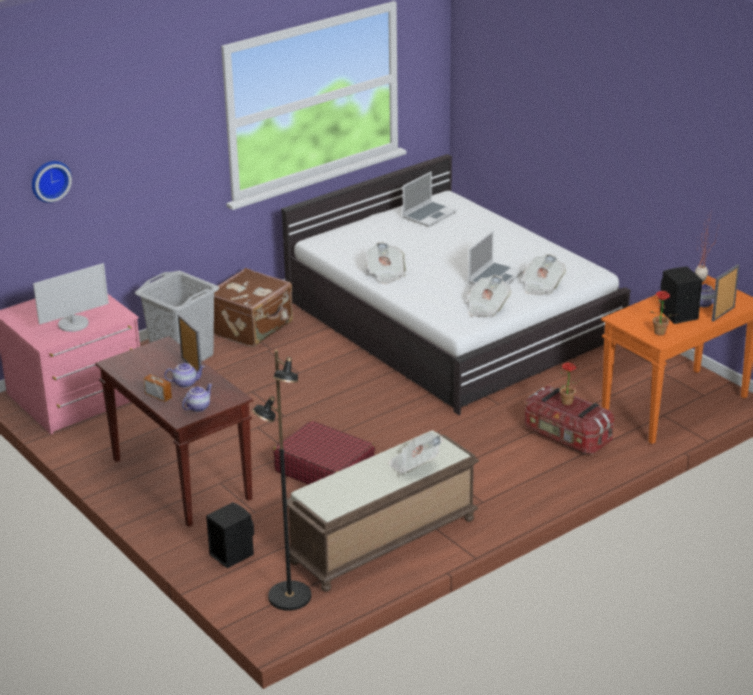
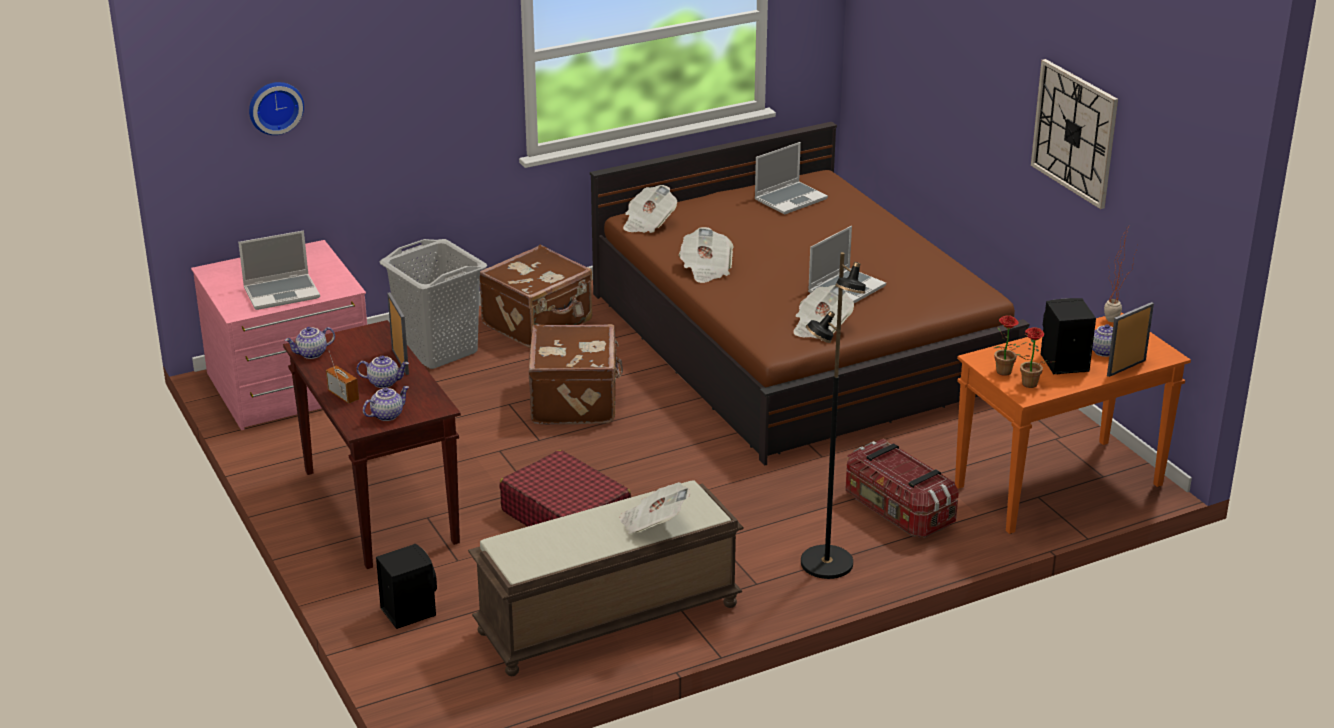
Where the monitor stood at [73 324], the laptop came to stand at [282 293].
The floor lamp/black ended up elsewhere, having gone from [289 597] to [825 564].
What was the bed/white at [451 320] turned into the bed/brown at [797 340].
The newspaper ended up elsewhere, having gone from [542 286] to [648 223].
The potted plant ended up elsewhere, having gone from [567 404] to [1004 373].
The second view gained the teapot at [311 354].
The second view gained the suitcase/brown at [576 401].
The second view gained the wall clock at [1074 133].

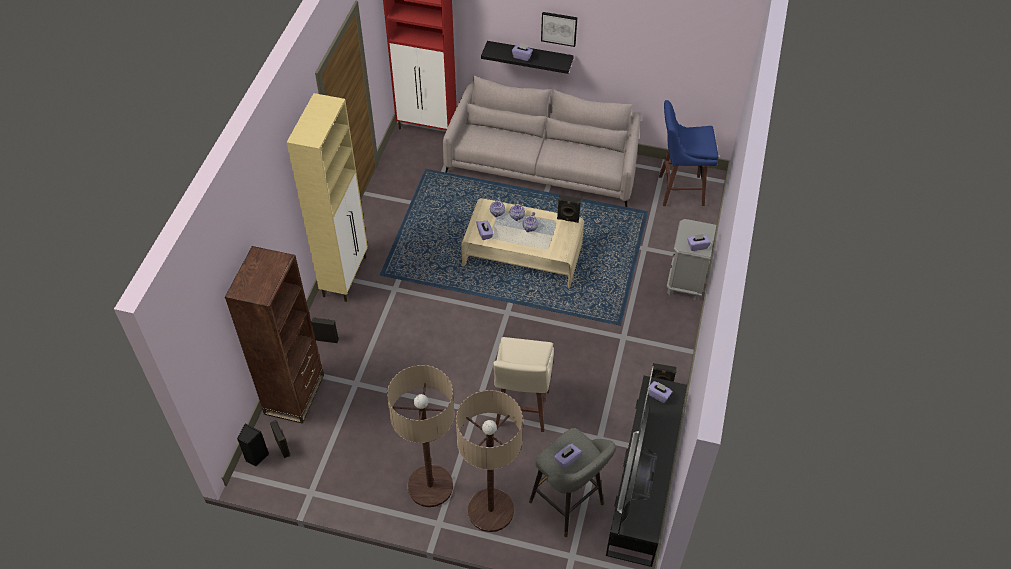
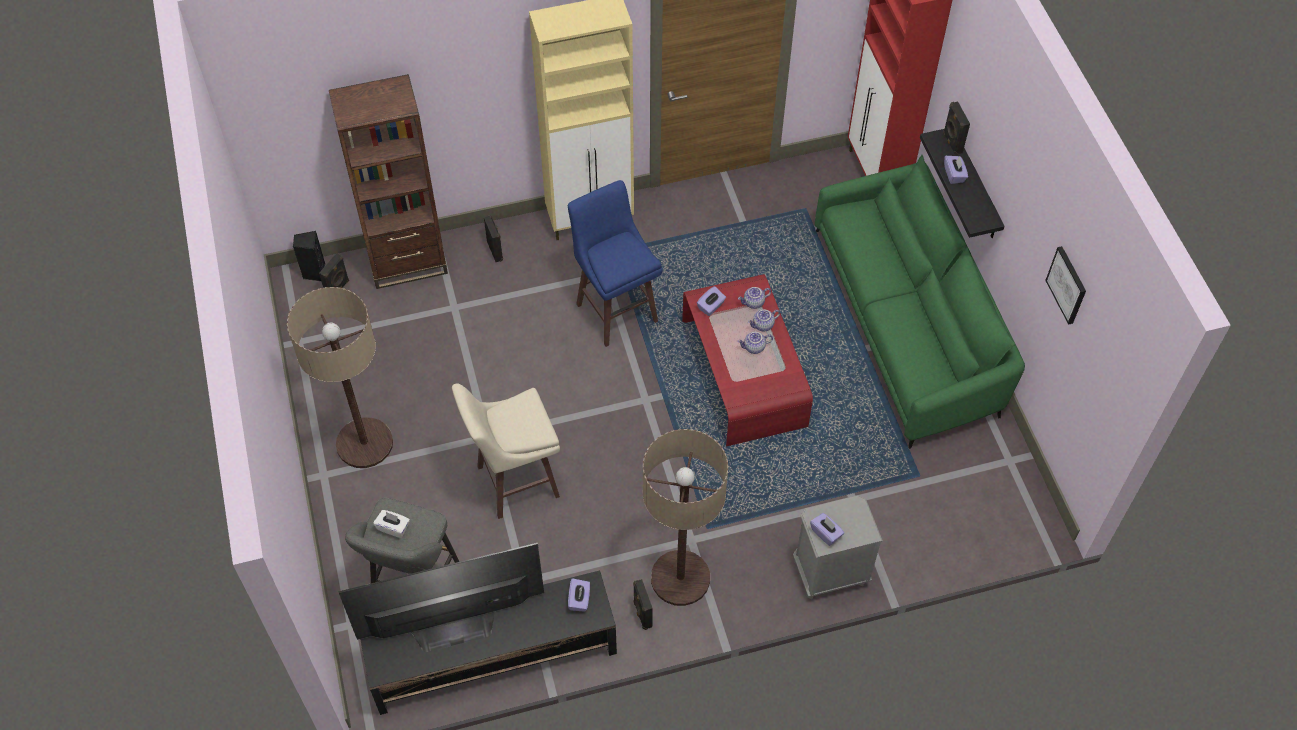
What was the sofa/grey at [543 165] turned into the sofa/green at [908 323].
The floor lamp ended up elsewhere, having gone from [490 510] to [680 578].
What was the coffee table/beige at [522 255] turned into the coffee table/red at [743 373].
The picture ended up elsewhere, having gone from [559 28] to [1067 285].
What was the tissue box/purple at [567 459] turned into the tissue box/white at [393 528].
The speaker/black ended up elsewhere, having gone from [568 219] to [951 143].
The stool/blue ended up elsewhere, having gone from [679 190] to [616 310].

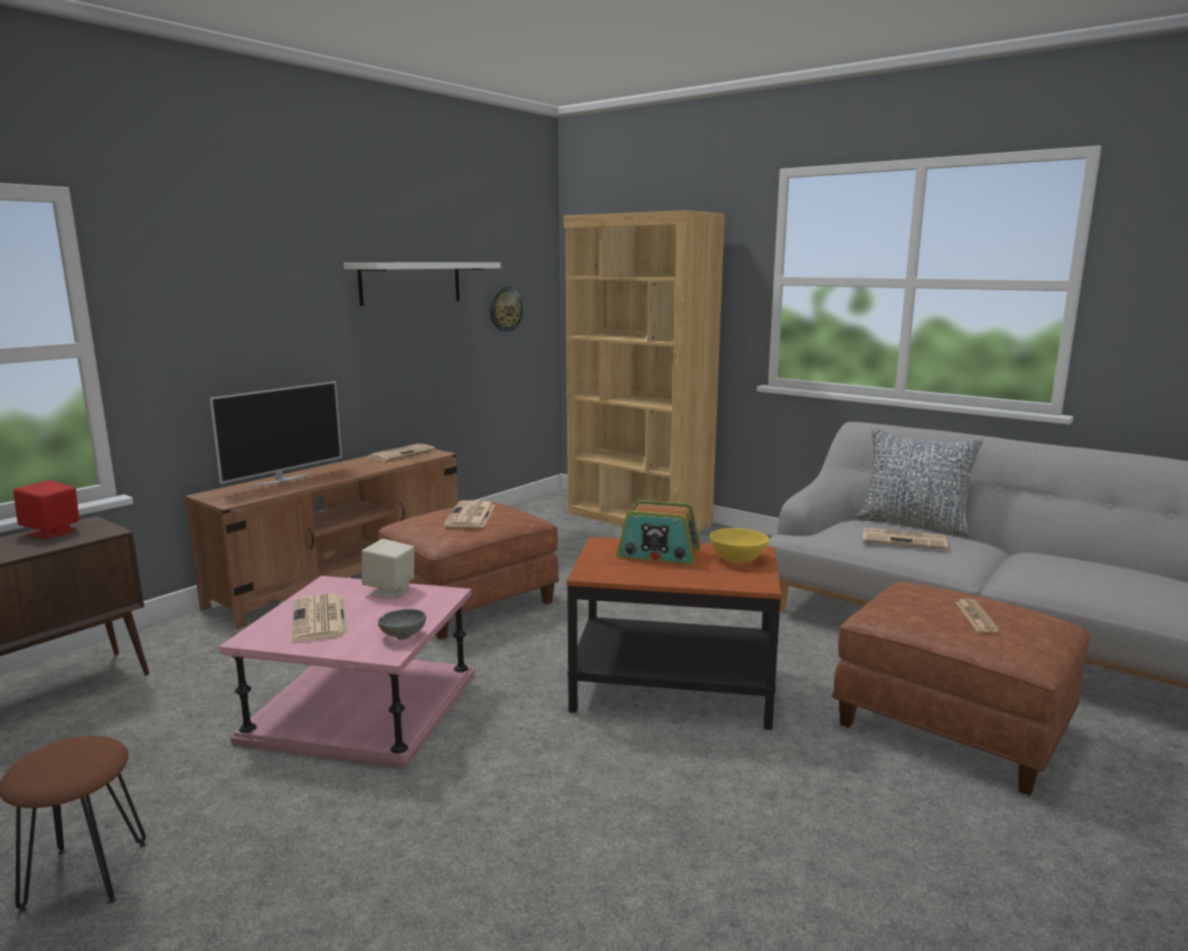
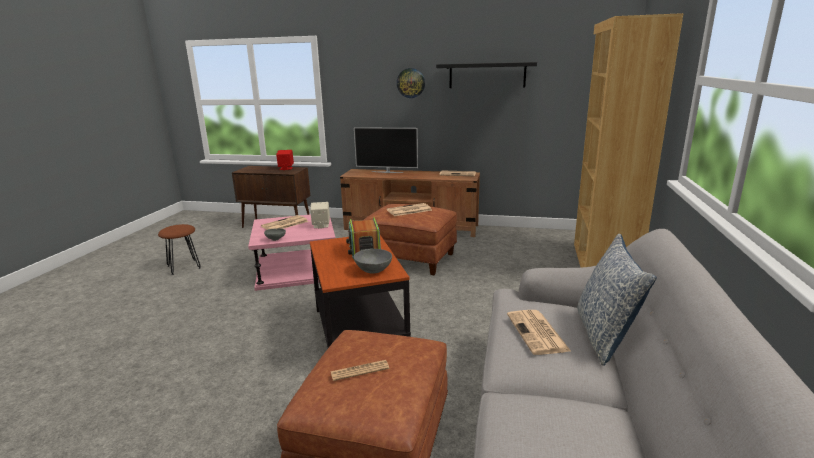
What was the shelf/white at [411 283] turned into the shelf/black at [487 75].
The wall clock ended up elsewhere, having gone from [505 309] to [411 83].
What was the bowl/yellow at [738 559] turned into the bowl/grey at [373 270].

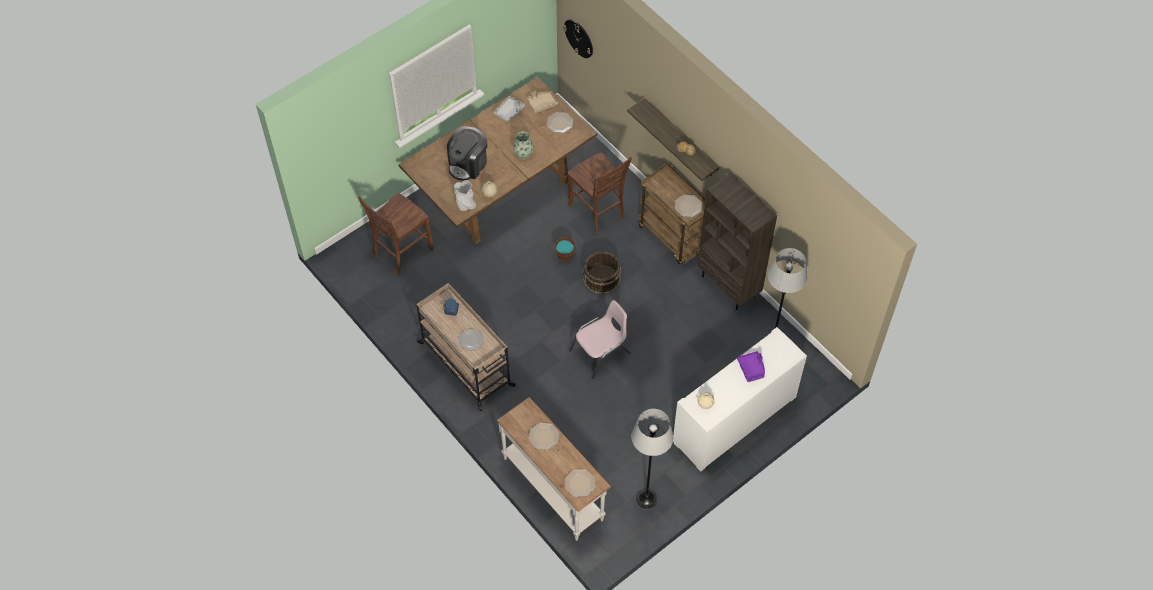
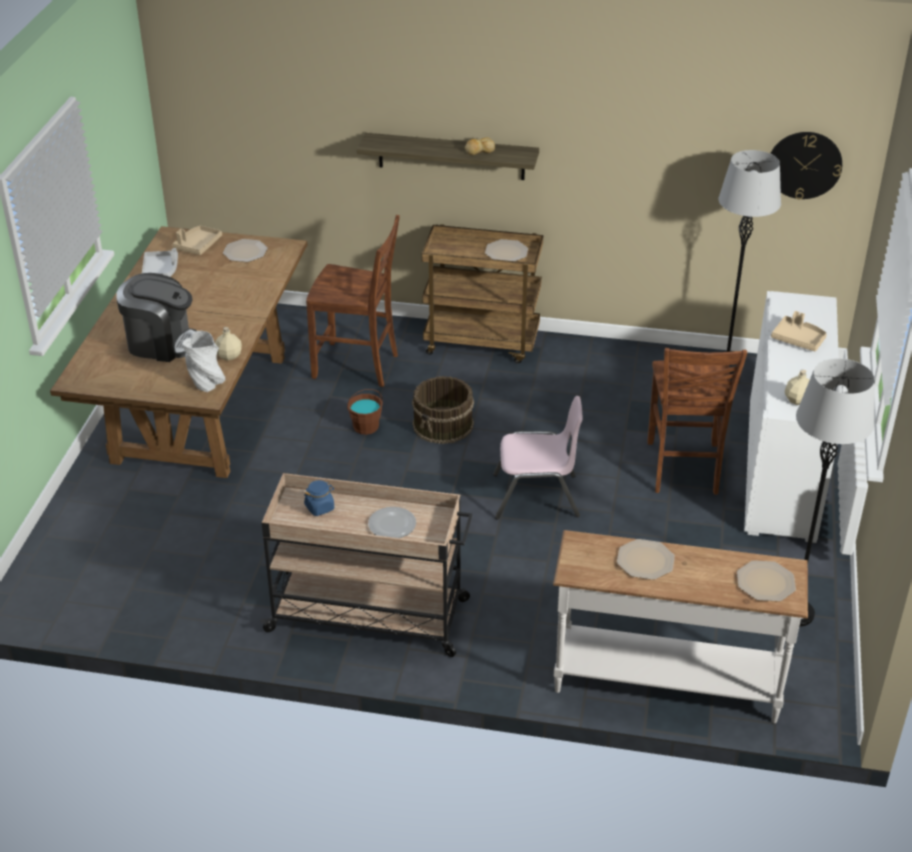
The chair/brown ended up elsewhere, having gone from [401 252] to [683 469].
The coffee machine at [468 164] ended up facing another way, 75 degrees counterclockwise from before.
The second view lost the vase at [523 153].
The wall clock ended up elsewhere, having gone from [579 38] to [804 165].
The chair/pink at [600 352] ended up facing another way, 75 degrees clockwise from before.
The second view lost the bookcase/brown at [729 286].
What was the tray/purple at [752 368] turned into the tray/beige at [798 339].

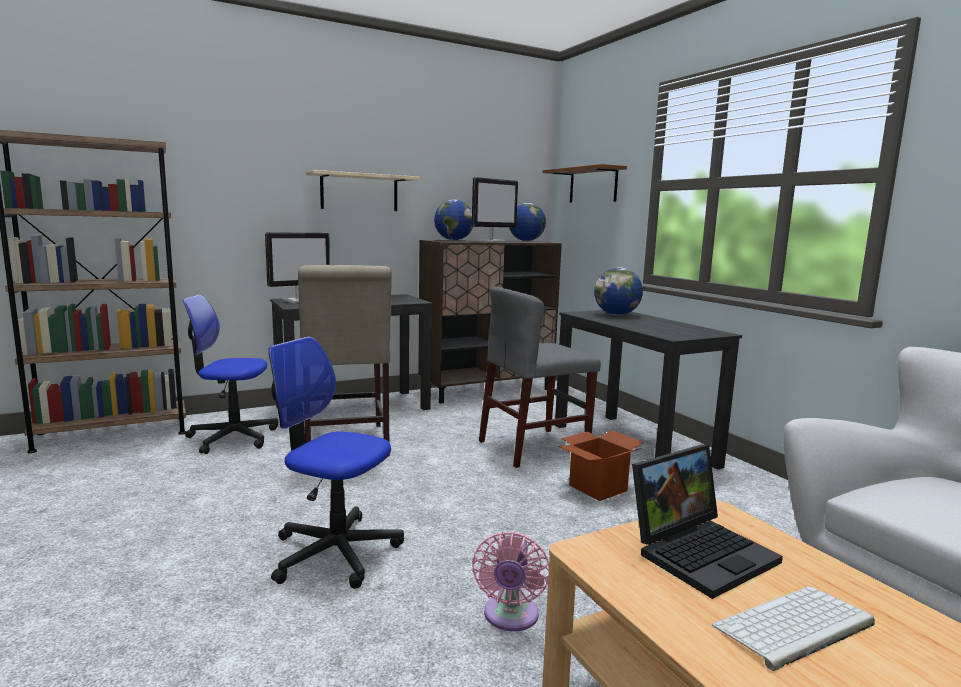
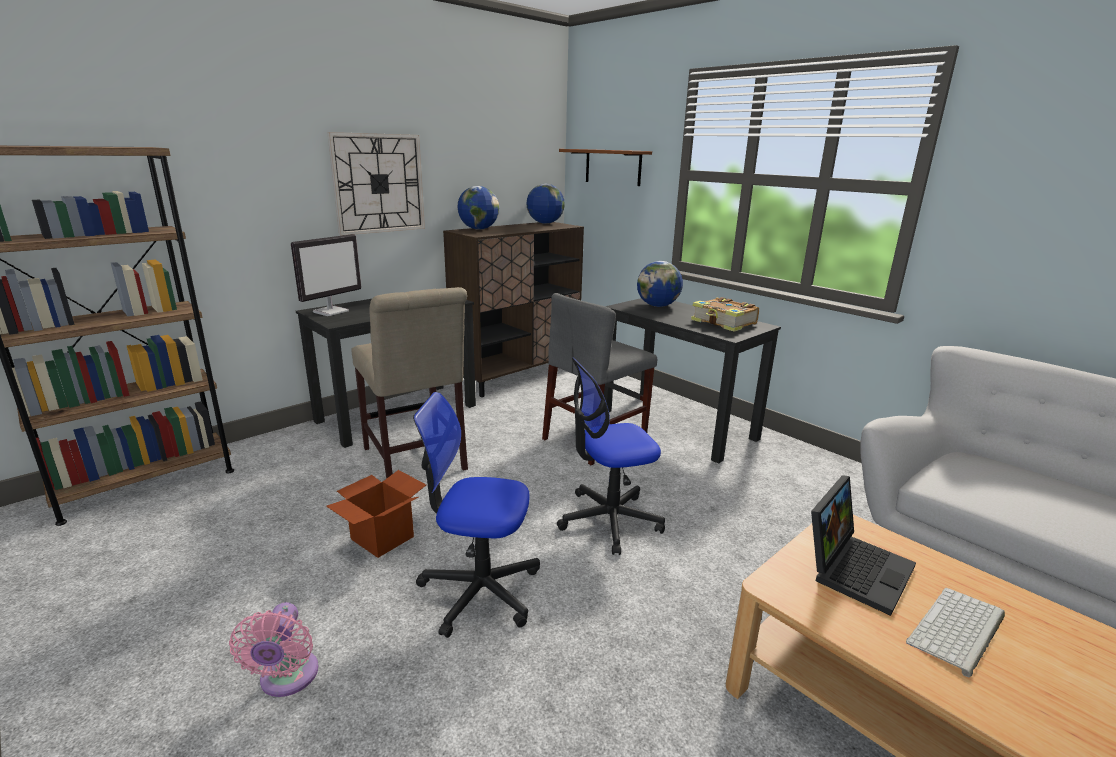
The office chair ended up elsewhere, having gone from [232 437] to [609 520].
Where the shelf/beige hung at [359 192], the wall clock came to hang at [378 183].
The second view lost the monitor at [492 241].
The fan/pink ended up elsewhere, having gone from [510 617] to [287 679].
The cardboard box ended up elsewhere, having gone from [598 488] to [382 538].
The second view gained the book at [724 323].

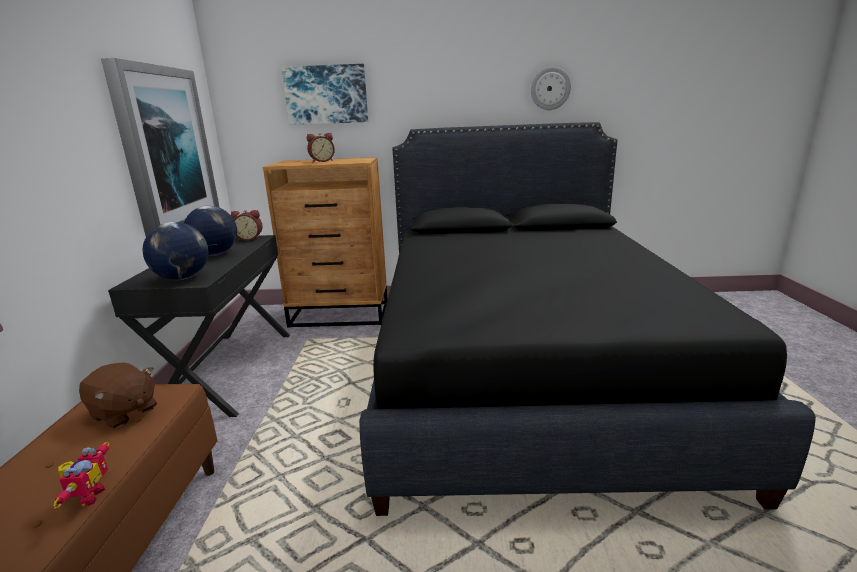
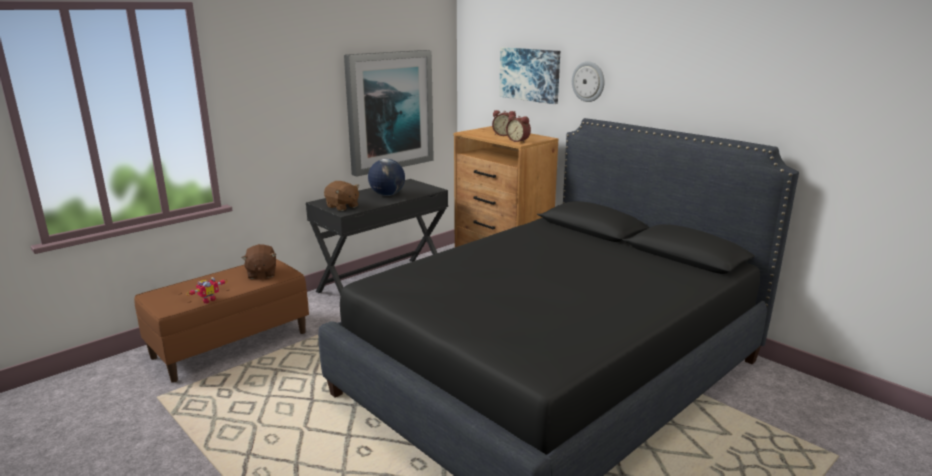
Where the globe stood at [182 278], the plush toy/brown came to stand at [342 207].
The alarm clock ended up elsewhere, having gone from [250 238] to [518 141].
The wall clock ended up elsewhere, having gone from [550 88] to [588 81].

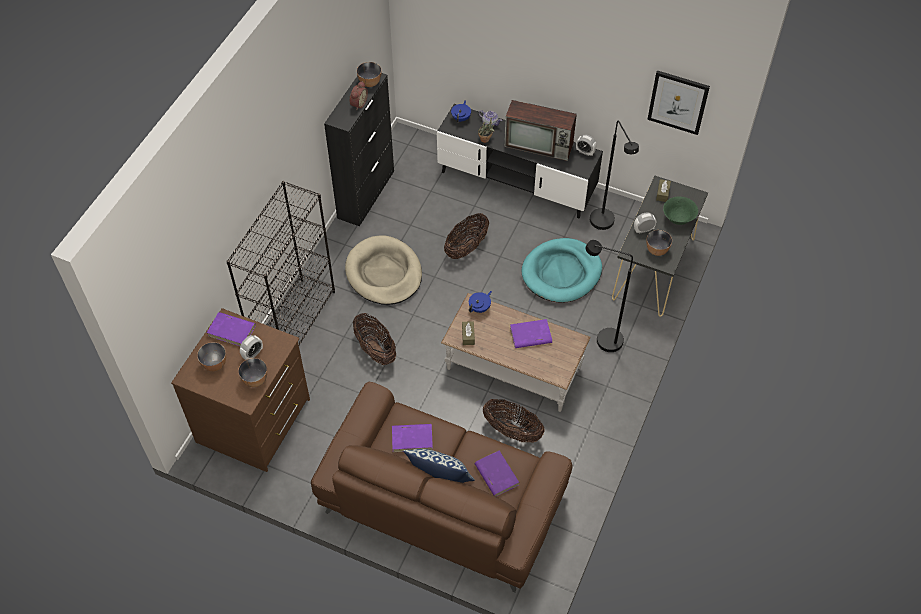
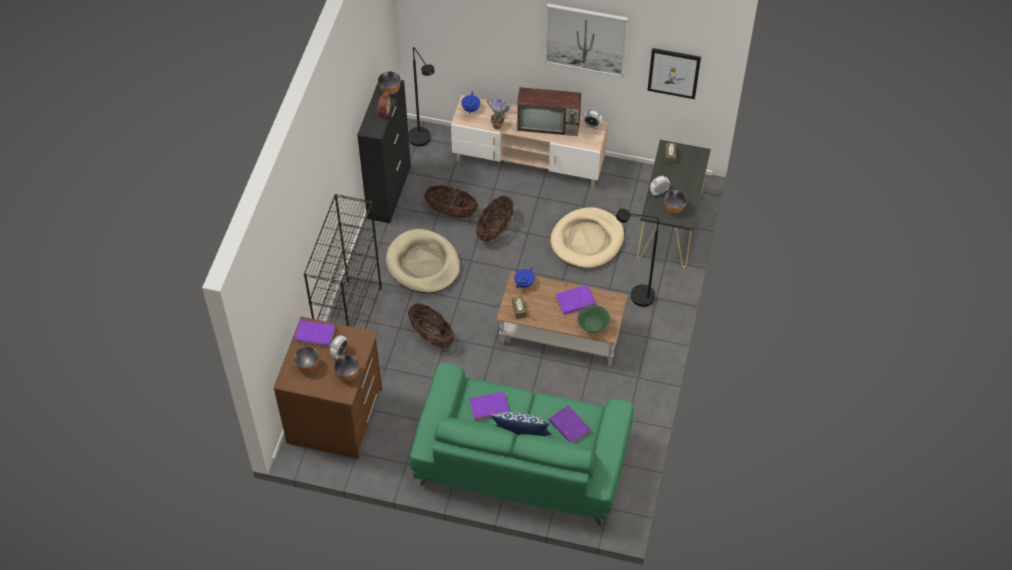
What was the sofa/brown at [442 501] turned into the sofa/green at [521 459].
What was the tv stand/black at [516 182] turned into the tv stand/beige at [528 160].
The basket ended up elsewhere, having gone from [512 430] to [451 212].
What was the dog bed/turquoise at [561 273] turned into the dog bed/beige at [587 240].
The floor lamp/black ended up elsewhere, having gone from [605 225] to [423 142].
The bowl/green ended up elsewhere, having gone from [678 219] to [593 326].
The second view gained the picture at [586 39].

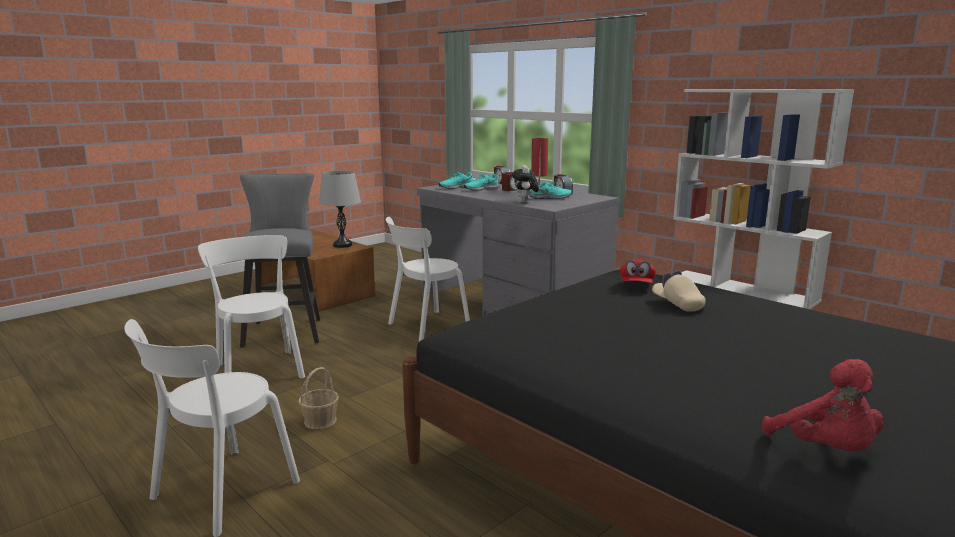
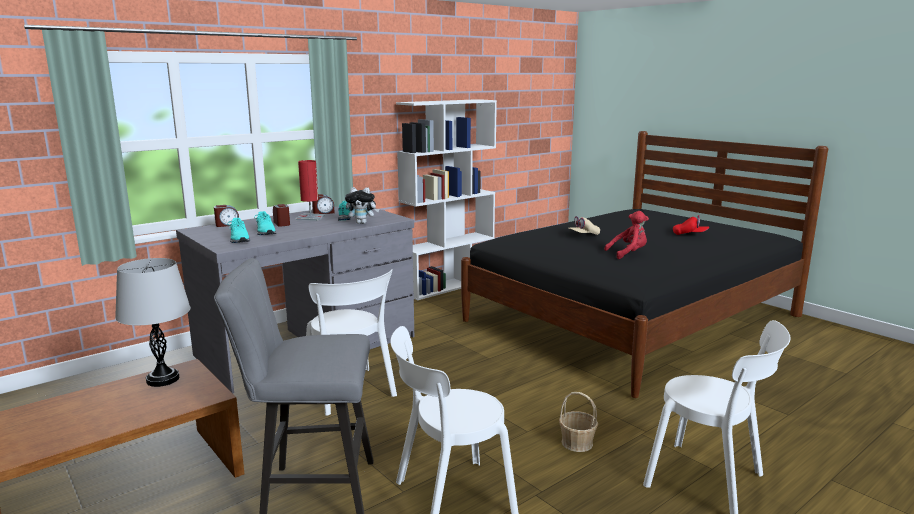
The cap/red ended up elsewhere, having gone from [636 286] to [690 234].
The plush toy/red ended up elsewhere, having gone from [826 450] to [628 254].

